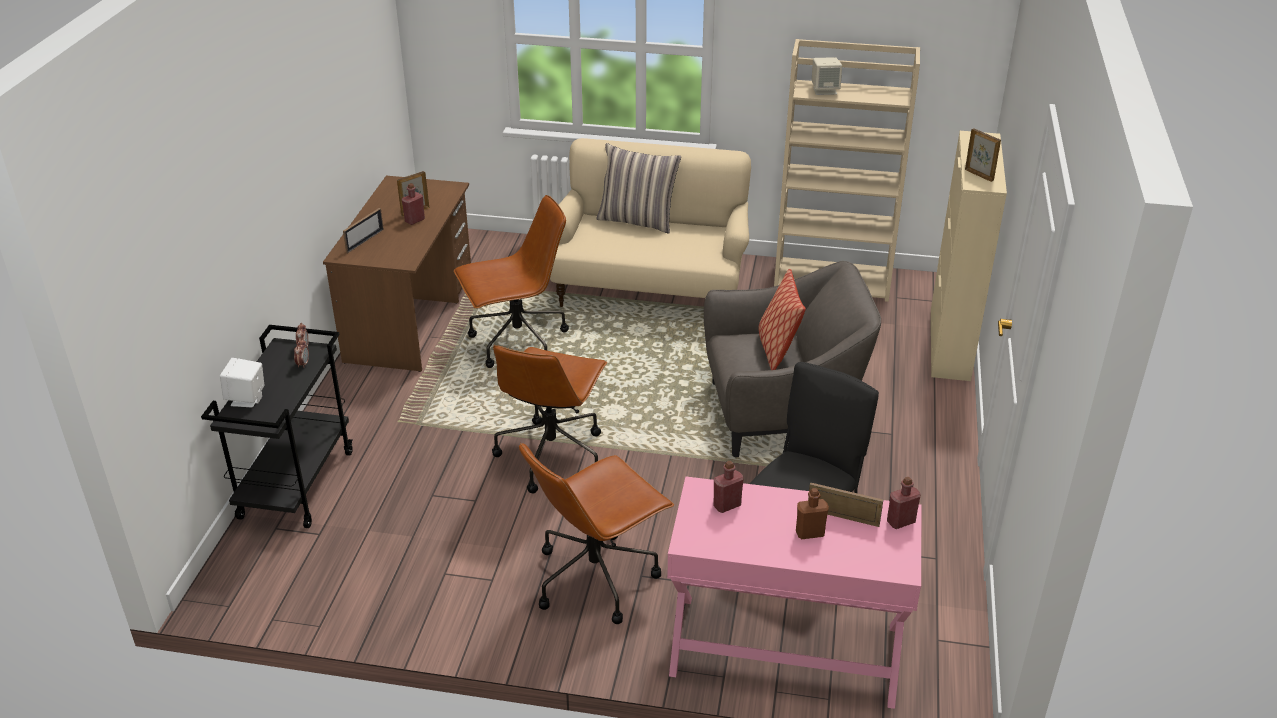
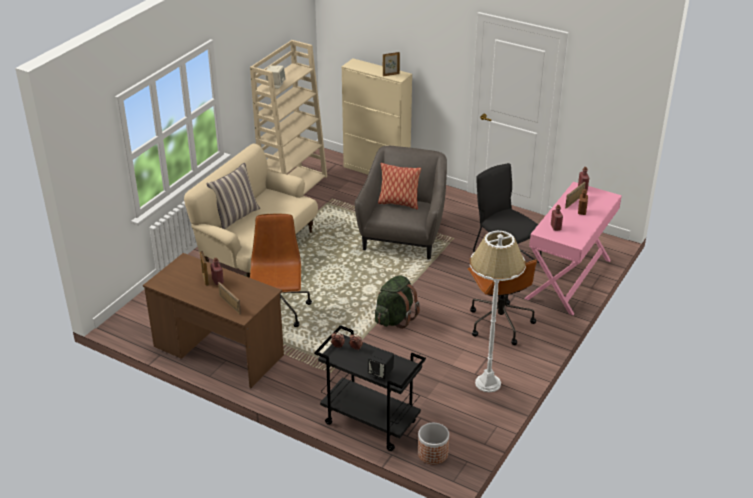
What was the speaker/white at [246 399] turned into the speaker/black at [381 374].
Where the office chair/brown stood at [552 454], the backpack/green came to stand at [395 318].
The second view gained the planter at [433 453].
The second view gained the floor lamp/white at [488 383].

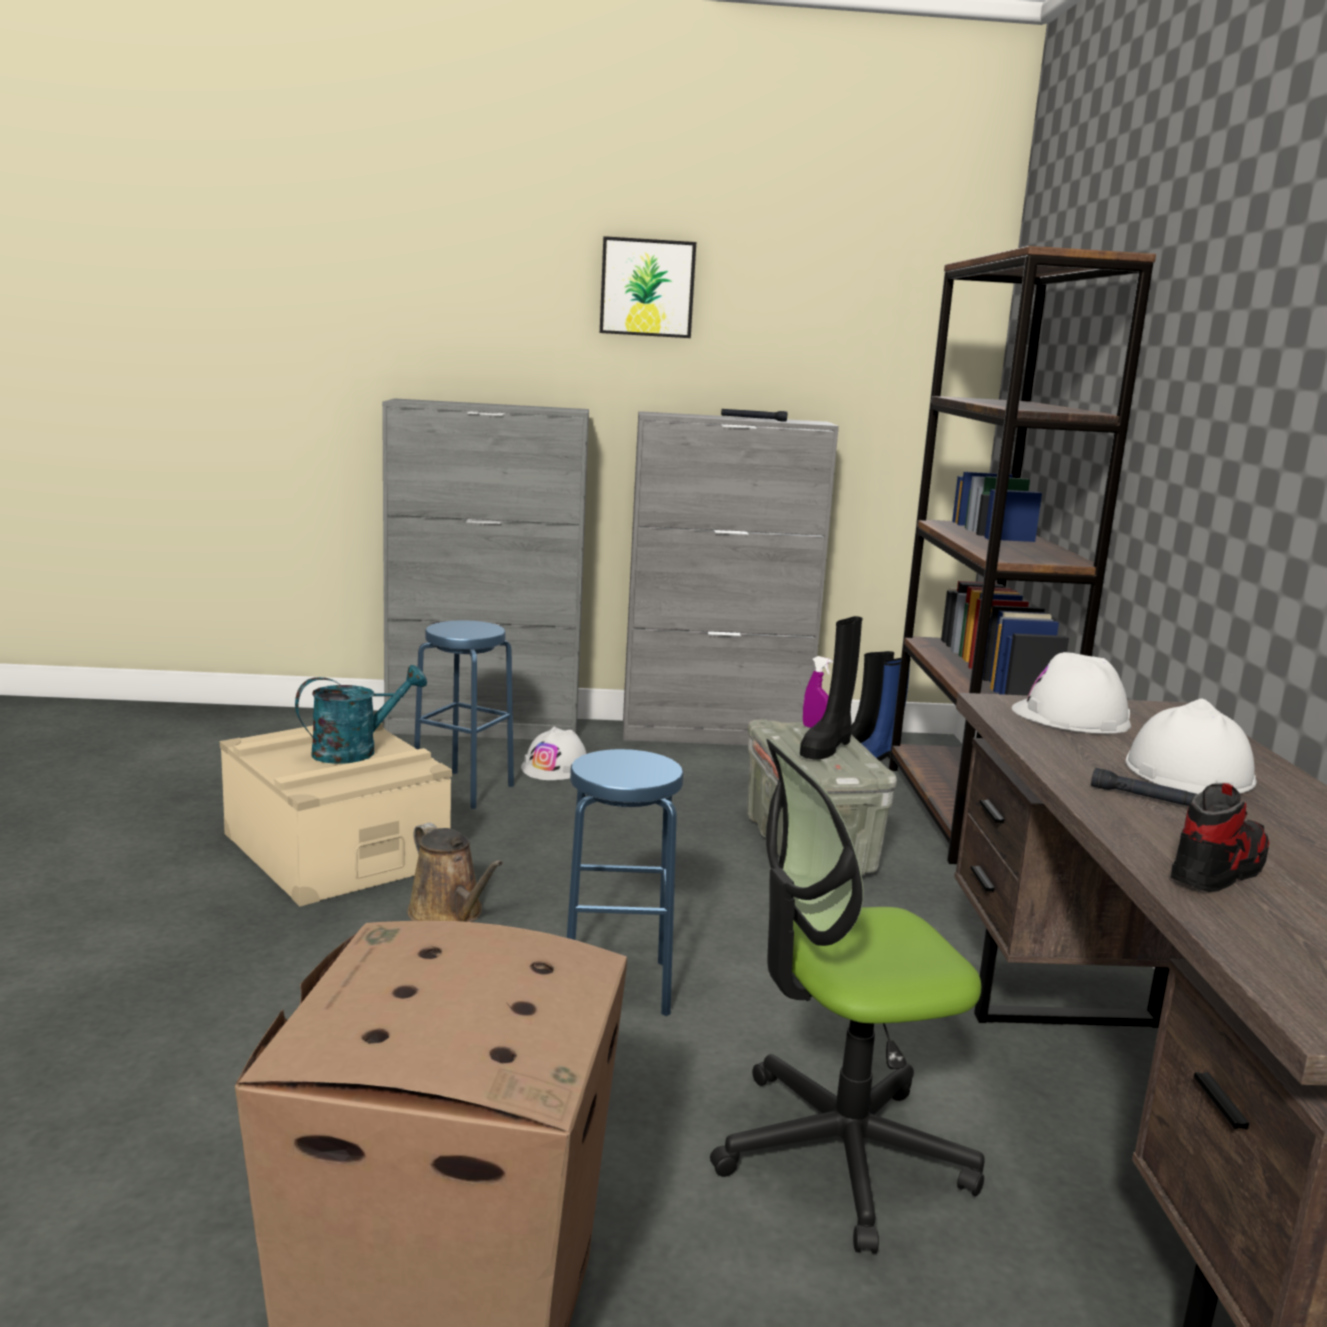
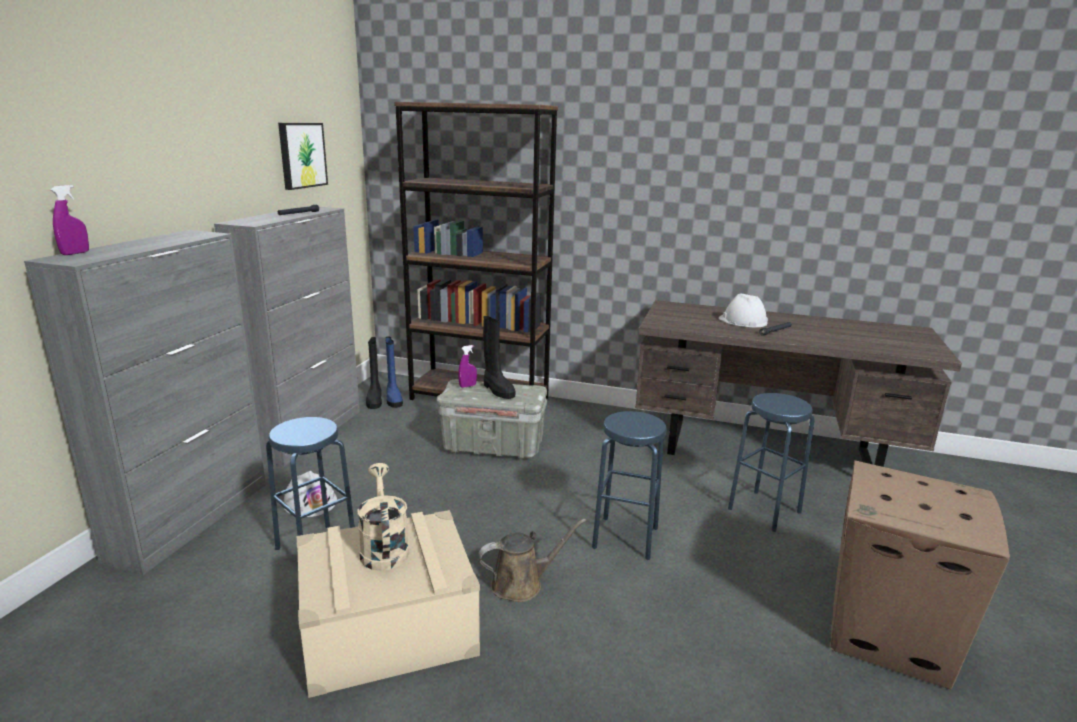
What was the watering can/turquoise at [356 751] turned into the watering can/beige at [383 547].
The picture ended up elsewhere, having gone from [647 288] to [301 155].
Where the office chair stood at [840 1153], the stool/blue came to stand at [764 510].
The second view lost the hard hat/white at [1070 717].
The second view lost the shoe at [1217 870].
The second view gained the spray bottle/purple at [75 253].

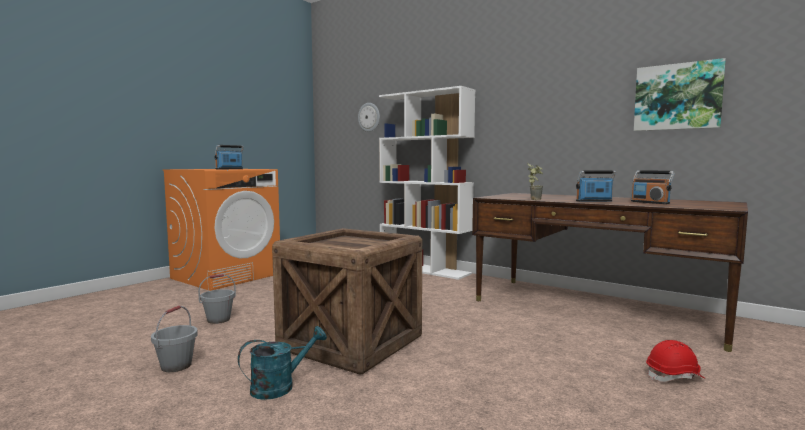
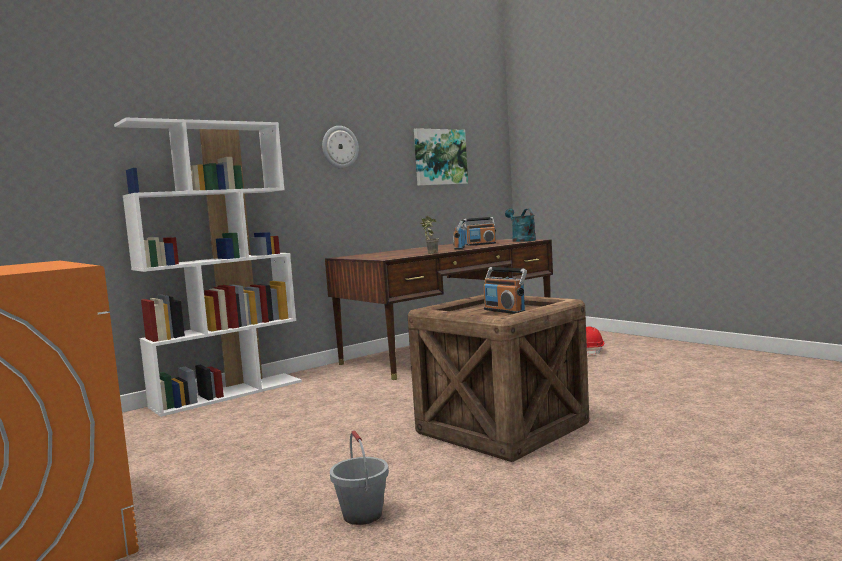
The second view lost the bucket/grey at [176 366].
The radio ended up elsewhere, having gone from [229 169] to [505 311].
The watering can/turquoise ended up elsewhere, having gone from [280 386] to [521 240].
The wall clock ended up elsewhere, having gone from [369 117] to [339 147].

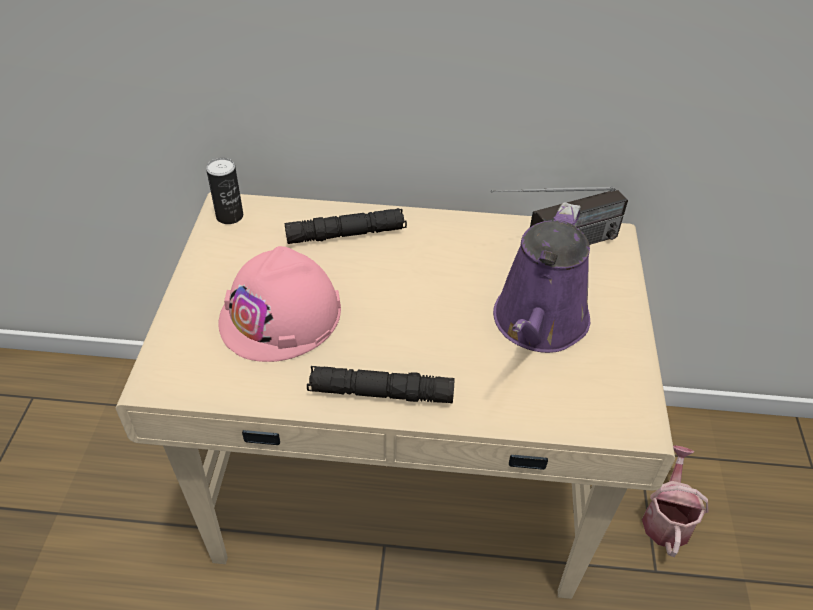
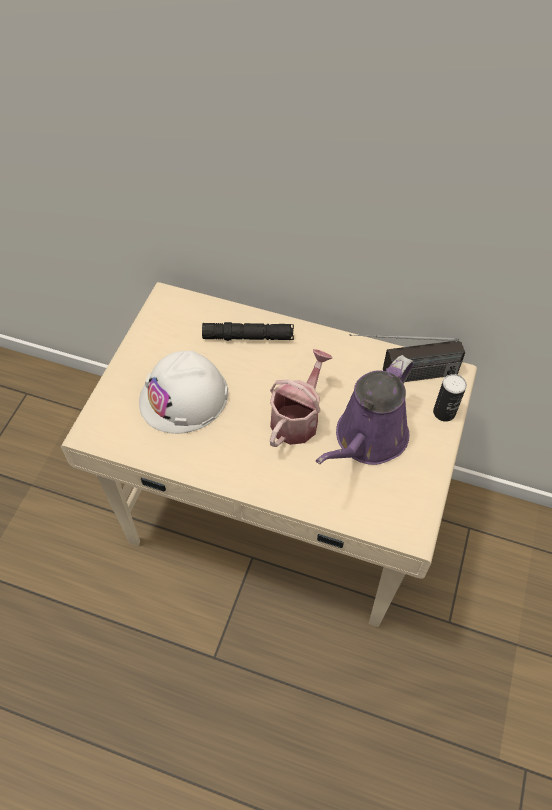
The can ended up elsewhere, having gone from [229 216] to [444 412].
What was the hard hat/pink at [281 315] turned into the hard hat/white at [184 397].
The second view lost the flashlight/black at [381 392].
The watering can ended up elsewhere, having gone from [667 518] to [298 418].

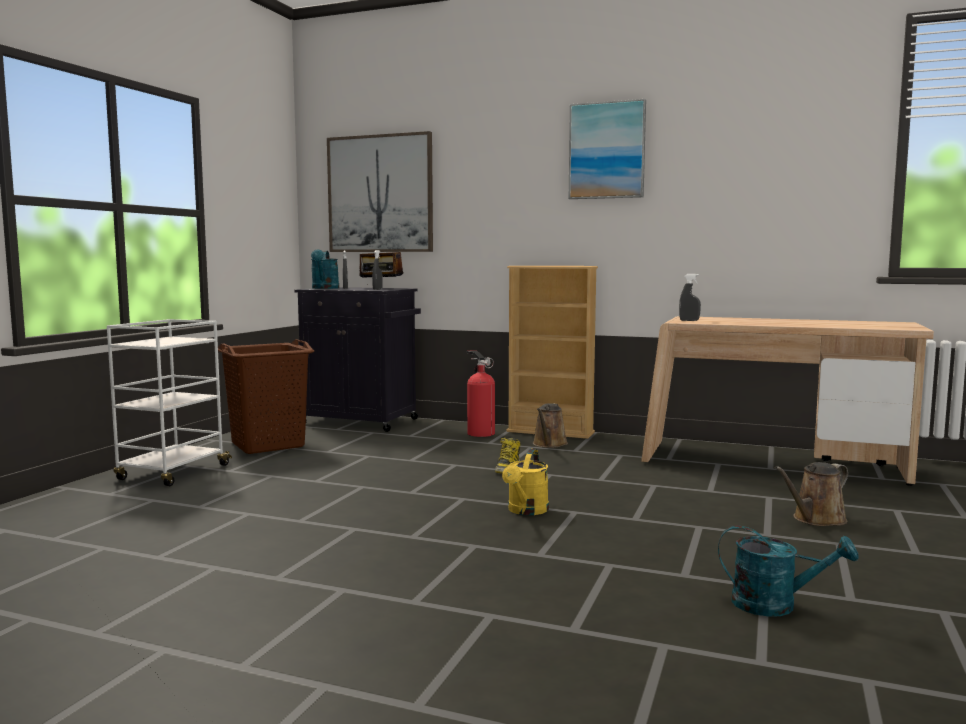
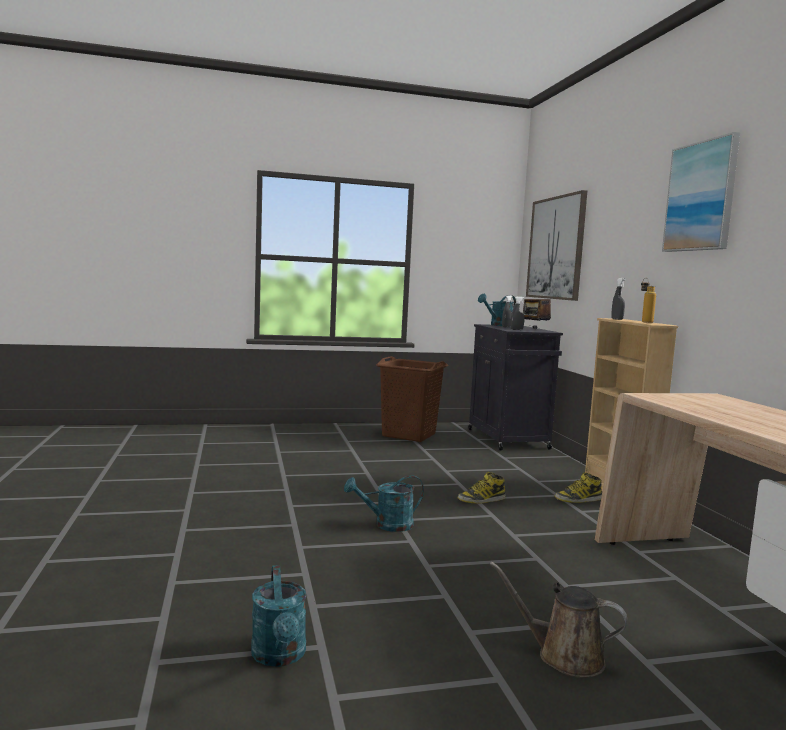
The second view lost the cart/white at [173 473].
The second view lost the fire extinguisher at [480 433].
What was the watering can/yellow at [526 511] turned into the watering can/turquoise at [387 525].
Where the watering can/brown stood at [549 444], the boot came to stand at [578 499].
The spray bottle/grey ended up elsewhere, having gone from [689 320] to [617 319].
The second view gained the bottle at [644 322].

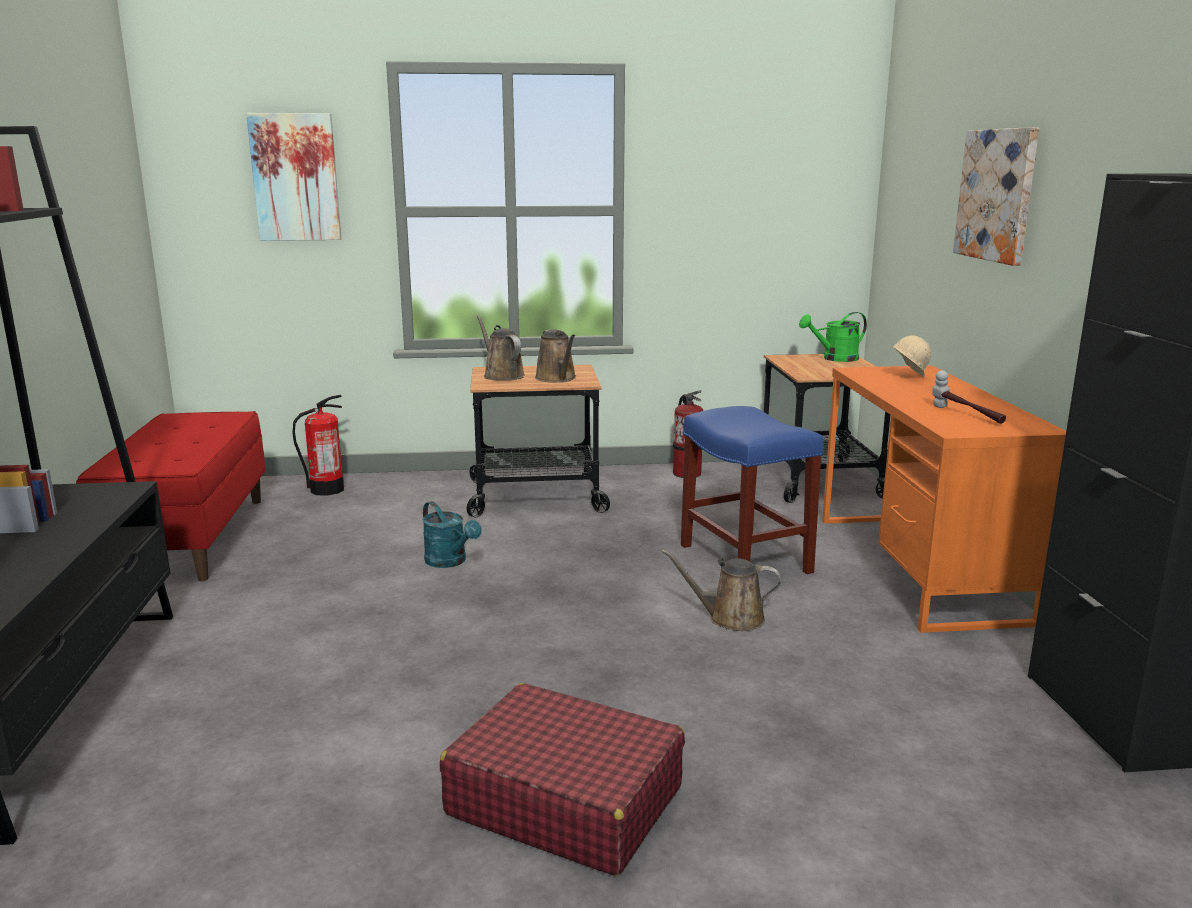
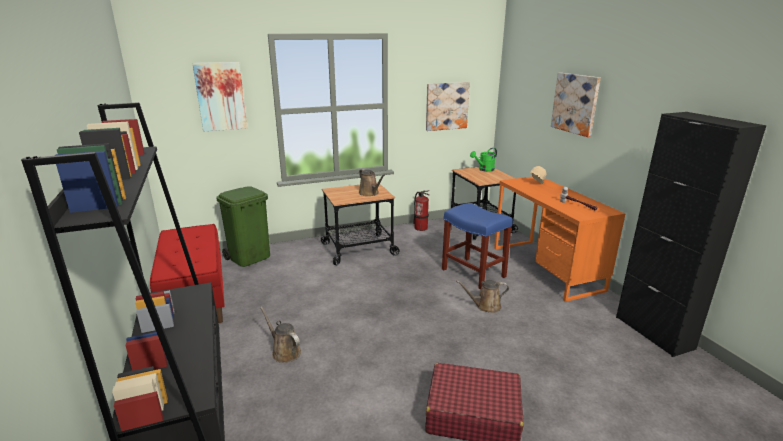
Where the fire extinguisher stood at [326 489], the trash can/green came to stand at [250 257].
The second view lost the watering can/turquoise at [450 562].
The watering can/brown ended up elsewhere, having gone from [501 375] to [284 352].
The second view gained the picture at [446 106].

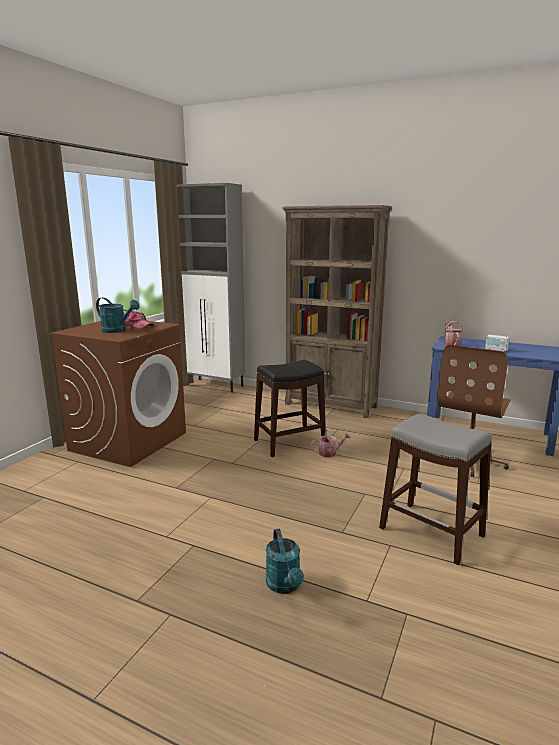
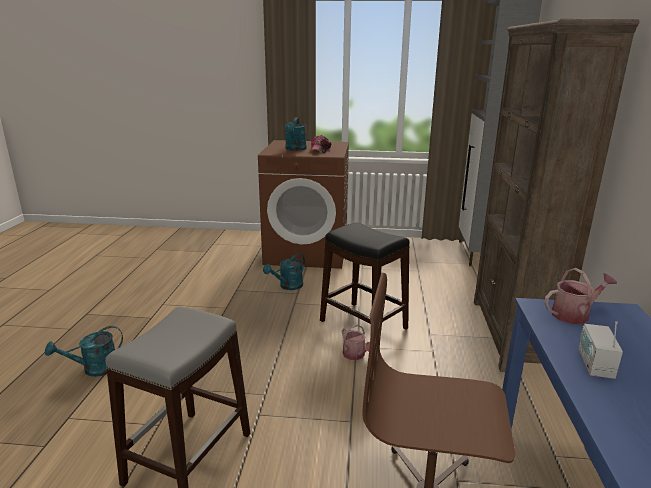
The second view gained the watering can/turquoise at [288 286].

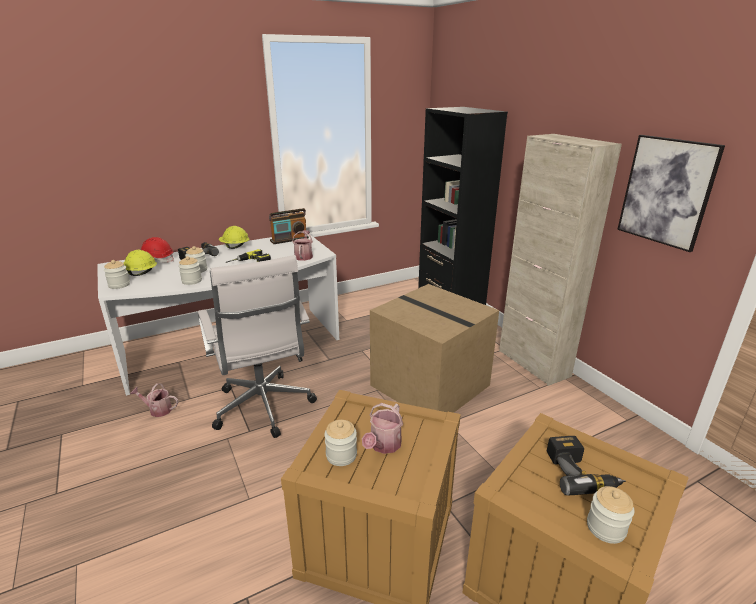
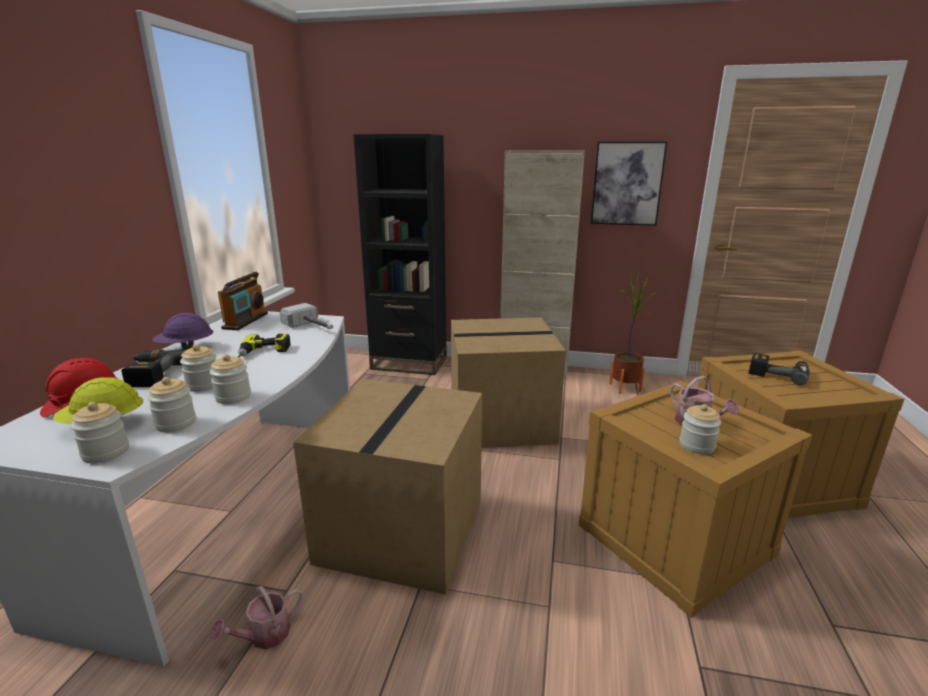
Where the office chair/white stood at [264 409], the cardboard box came to stand at [403 532].
What was the hard hat/yellow at [235 247] turned into the hard hat/purple at [186 348].
Where the watering can stood at [304 256], the hammer came to stand at [312 327].
The jar ended up elsewhere, having gone from [606 528] to [176 423].
The second view gained the potted plant at [625 387].

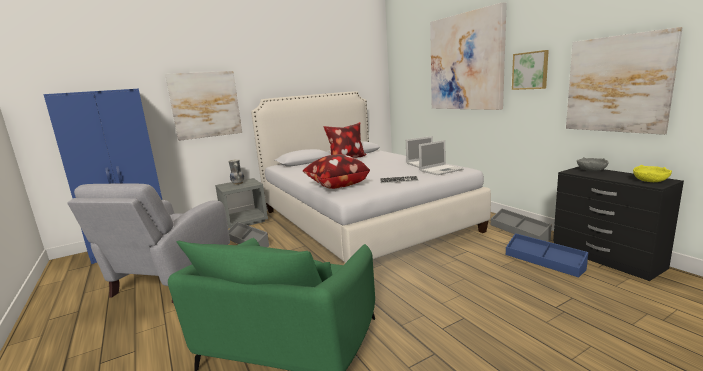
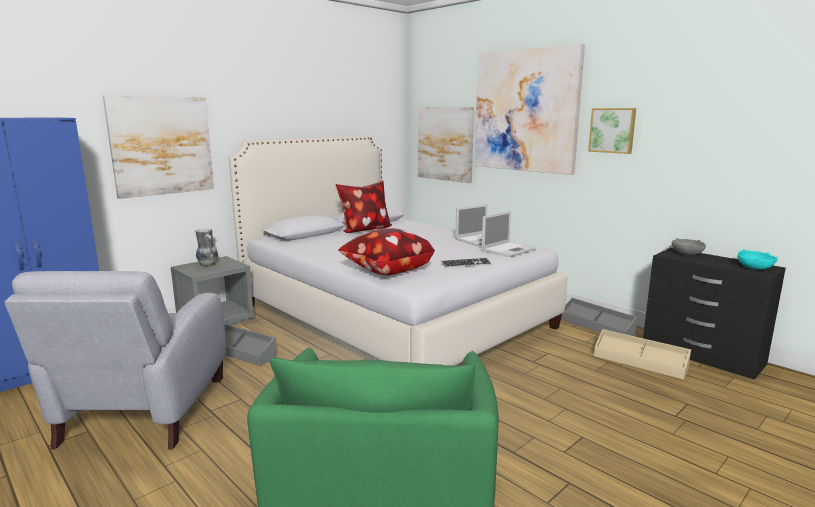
What was the storage box/blue at [544 261] turned into the storage box/beige at [640 362].
The picture ended up elsewhere, having gone from [617 84] to [445 144].
What was the bowl/yellow at [650 181] turned into the bowl/turquoise at [754 267].

